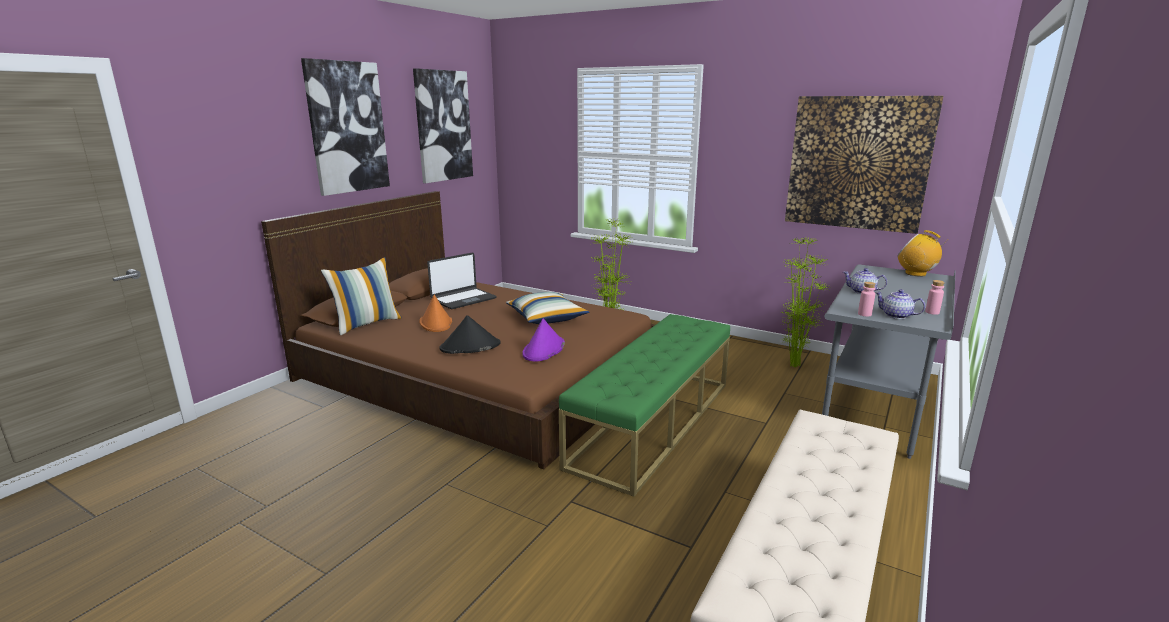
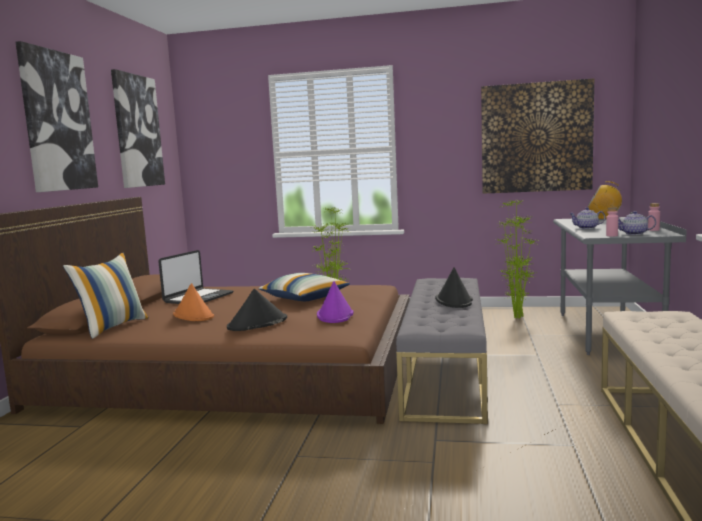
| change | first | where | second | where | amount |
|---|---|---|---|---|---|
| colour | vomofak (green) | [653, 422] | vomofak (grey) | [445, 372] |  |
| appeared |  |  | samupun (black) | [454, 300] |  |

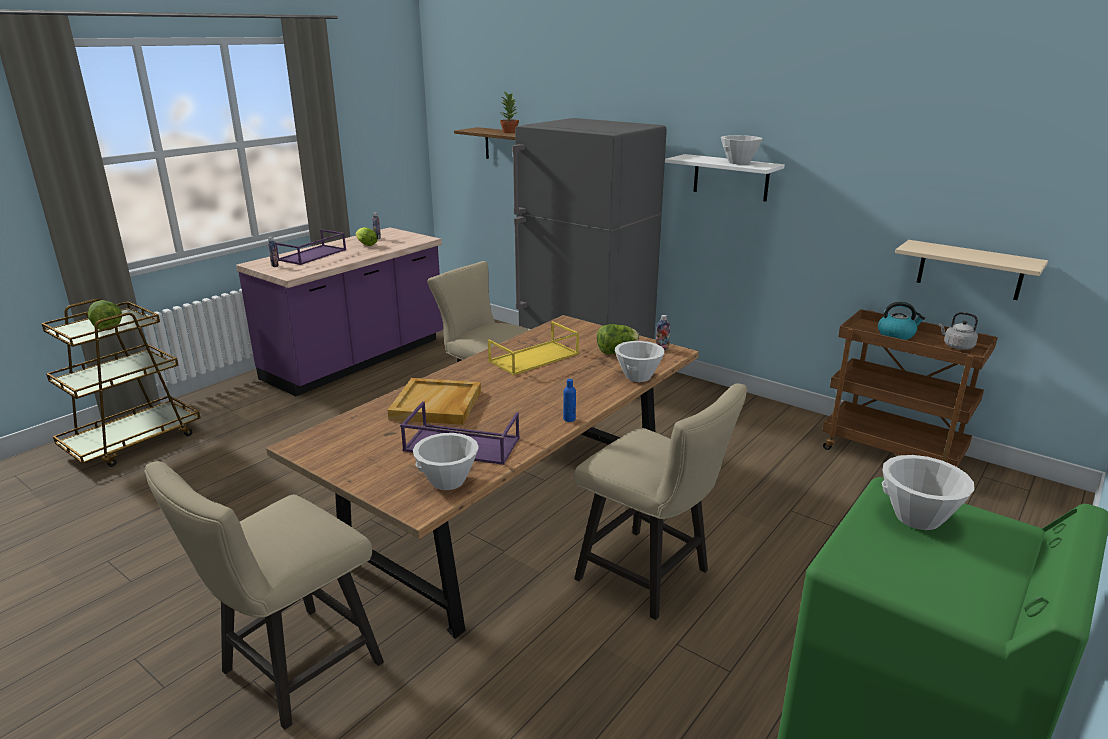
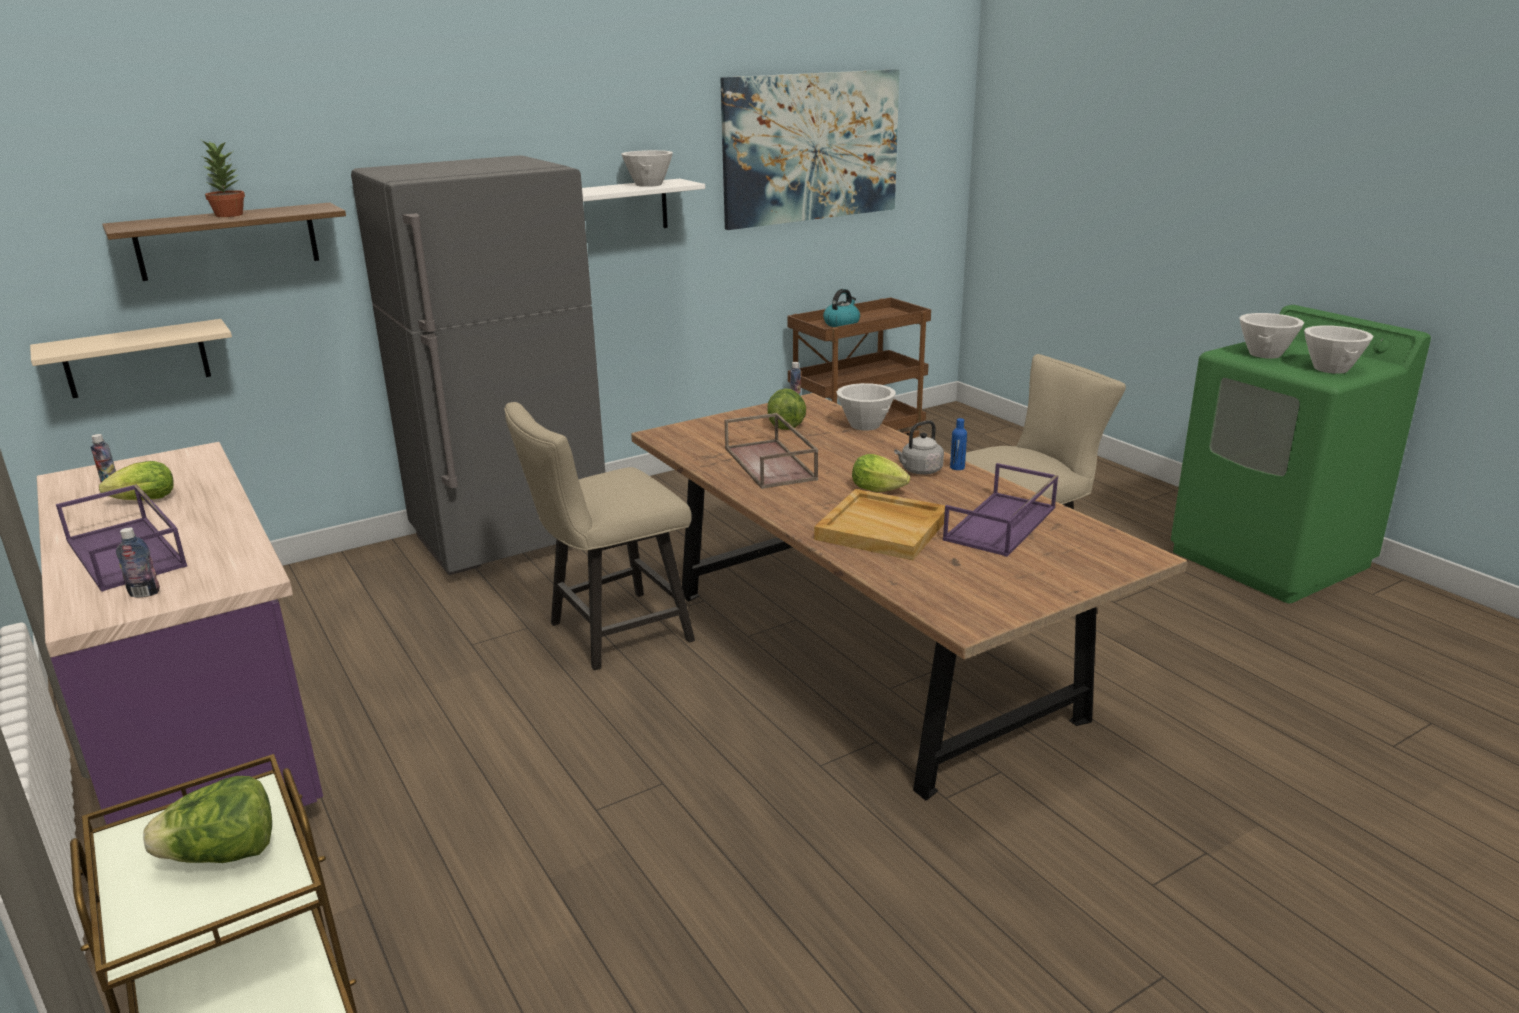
| change | first | where | second | where | amount |
|---|---|---|---|---|---|
| relocated | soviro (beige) | [970, 270] |  | [136, 359] |  |
| relocated | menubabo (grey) | [956, 346] |  | [919, 471] |  |
| colour | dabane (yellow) | [533, 358] | dabane (brown) | [771, 464] |  |
| relocated | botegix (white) | [447, 481] |  | [1330, 369] |  |
| missing | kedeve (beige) | [291, 672] |  |  |  |
| appeared |  |  | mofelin | [811, 147] |  |
| appeared |  |  | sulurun | [881, 491] |  |

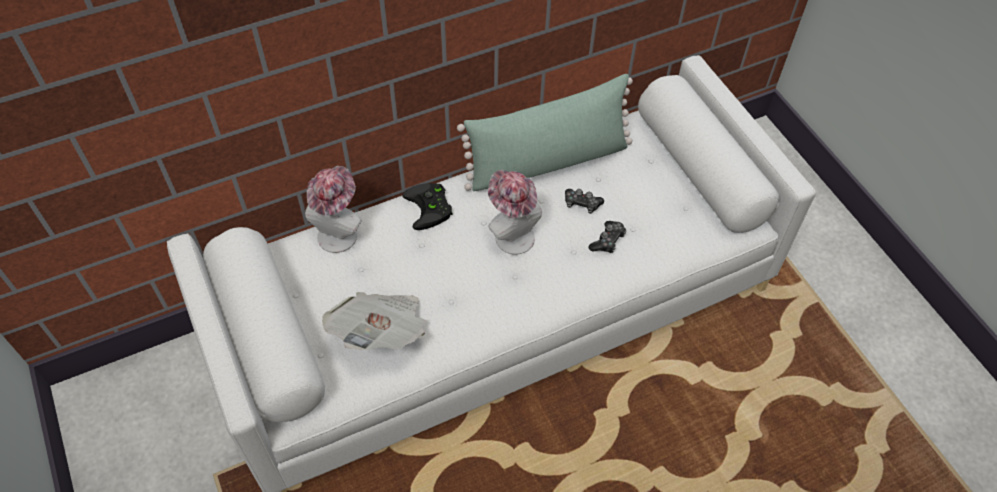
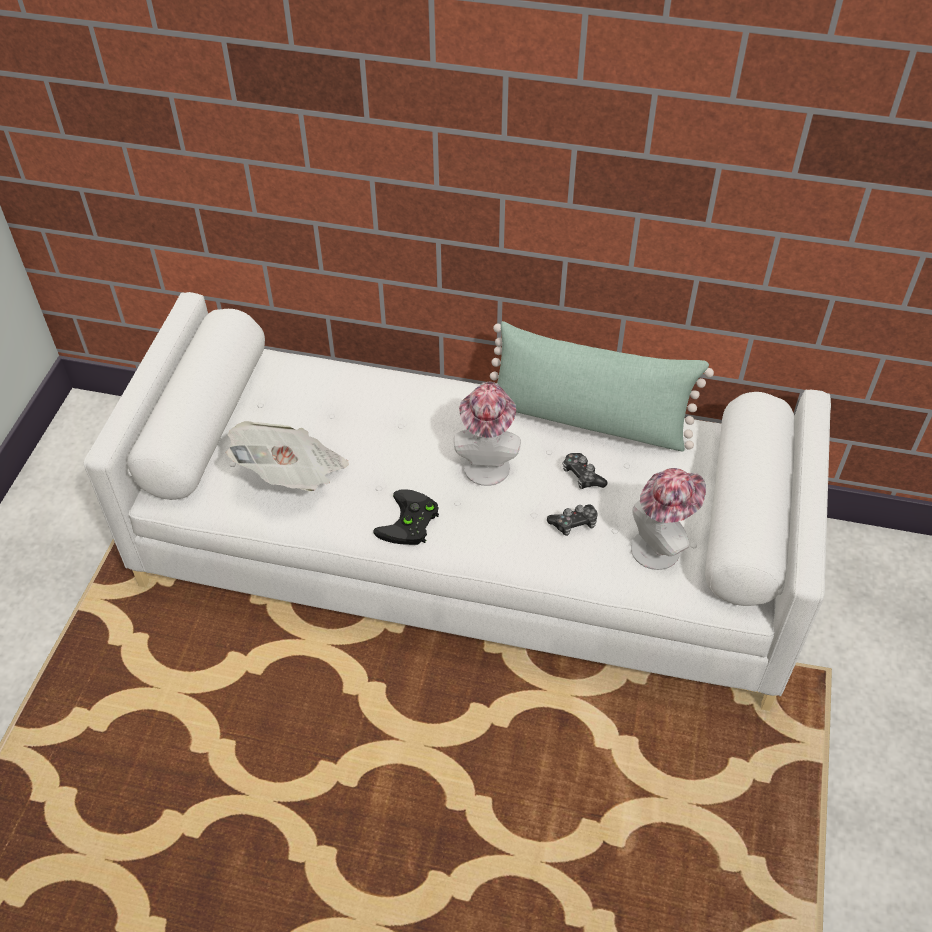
| change | first | where | second | where | amount |
|---|---|---|---|---|---|
| relocated | samupun | [339, 232] |  | [660, 546] |  |
| relocated | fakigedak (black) | [430, 209] |  | [409, 524] |  |

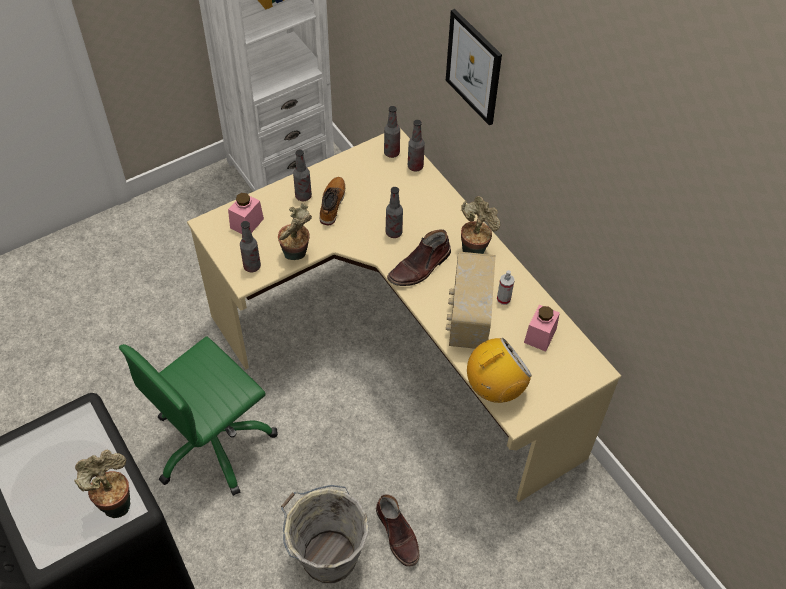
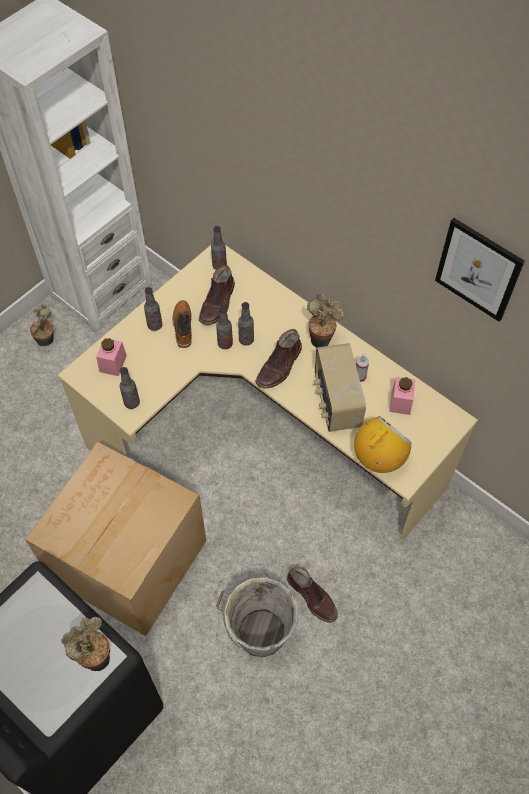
| change | first | where | second | where | amount |
|---|---|---|---|---|---|
| relocated | mofelin | [474, 67] |  | [478, 269] |  |
| relocated | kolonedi | [415, 166] |  | [225, 343] |  |
| relocated | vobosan | [296, 255] |  | [47, 342] |  |
| exchanged | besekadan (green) | [213, 443] | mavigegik | [127, 561] |  |
| appeared |  |  | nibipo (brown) | [218, 303] |  |

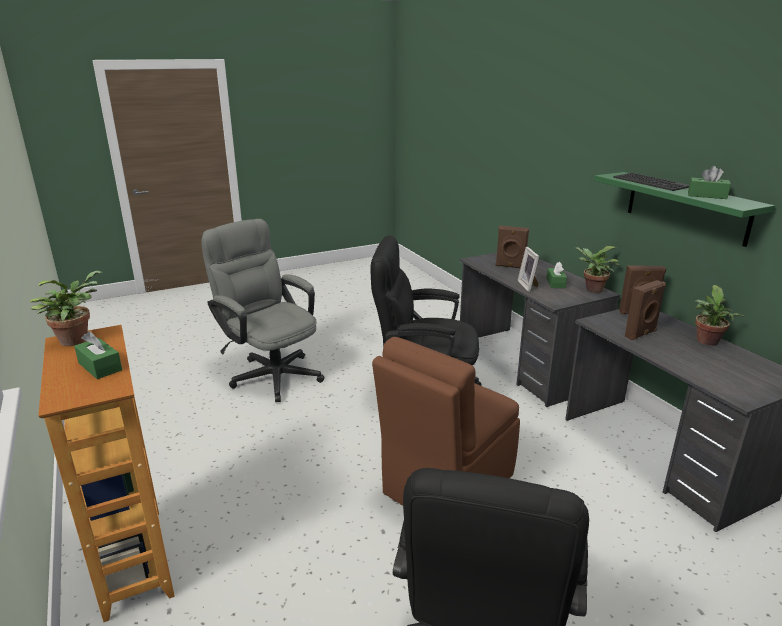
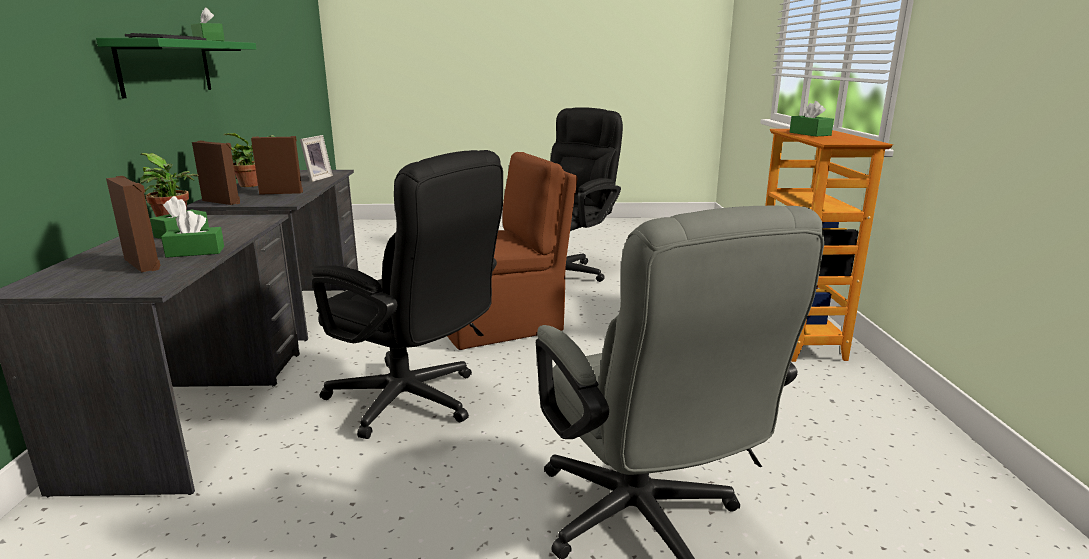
| change | first | where | second | where | amount |
|---|---|---|---|---|---|
| relocated | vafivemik | [529, 286] |  | [316, 179] |  |
| missing | vobosan | [77, 339] |  |  |  |
| appeared |  |  | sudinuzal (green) | [195, 252] |  |

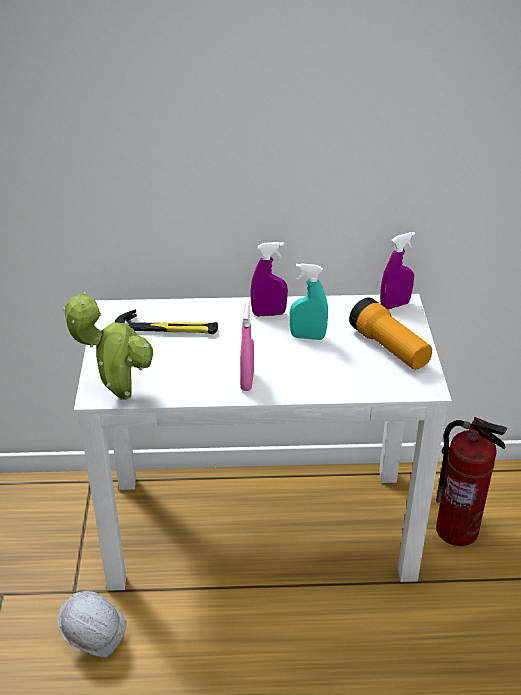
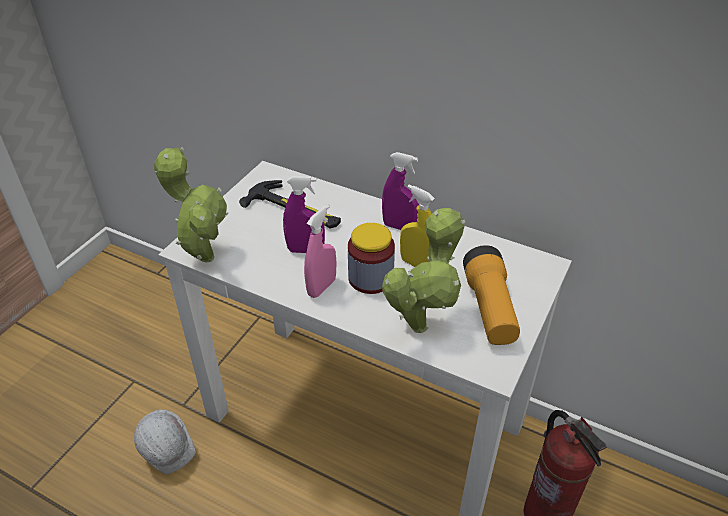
| change | first | where | second | where | amount |
|---|---|---|---|---|---|
| relocated | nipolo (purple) | [395, 305] |  | [305, 250] |  |
| colour | nipolo (turquoise) | [307, 337] | nipolo (yellow) | [416, 264] |  |
| appeared |  |  | vobosan | [421, 323] |  |
| appeared |  |  | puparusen | [370, 278] |  |

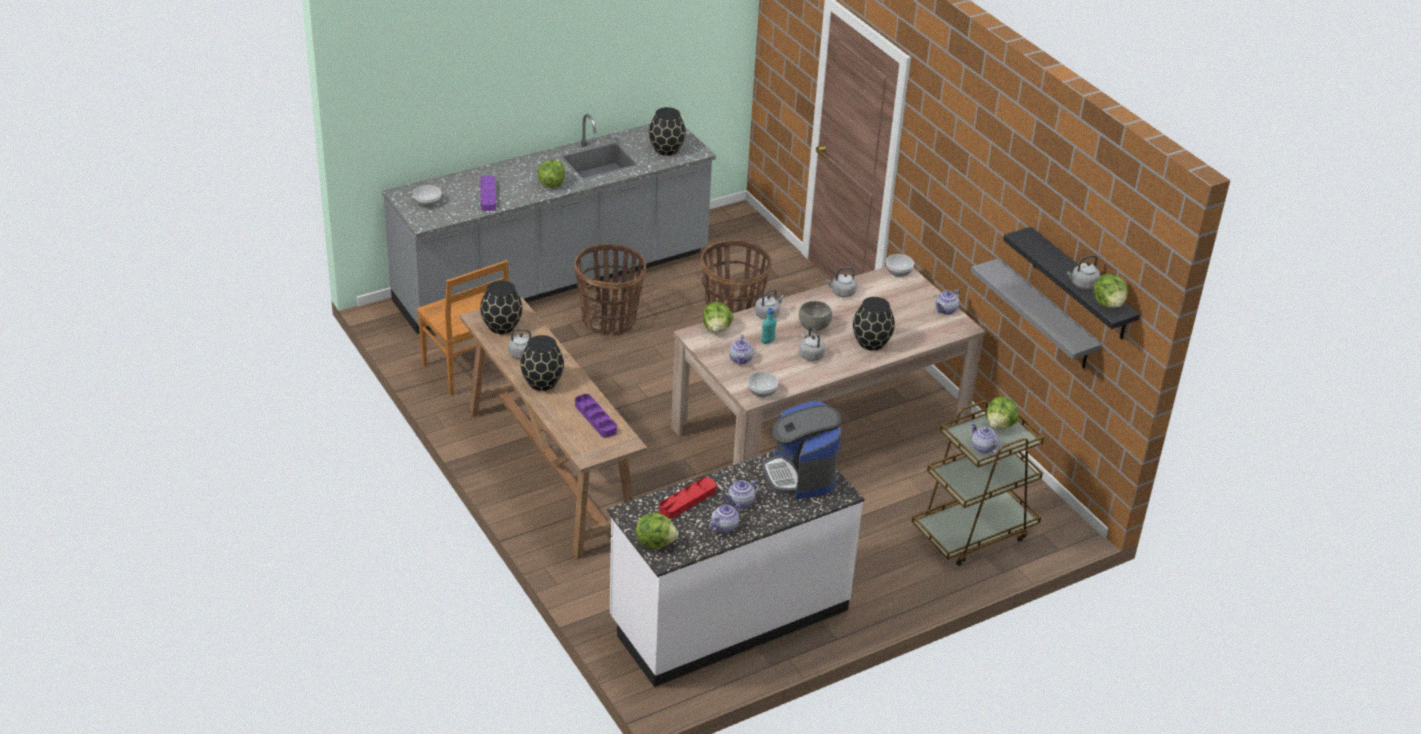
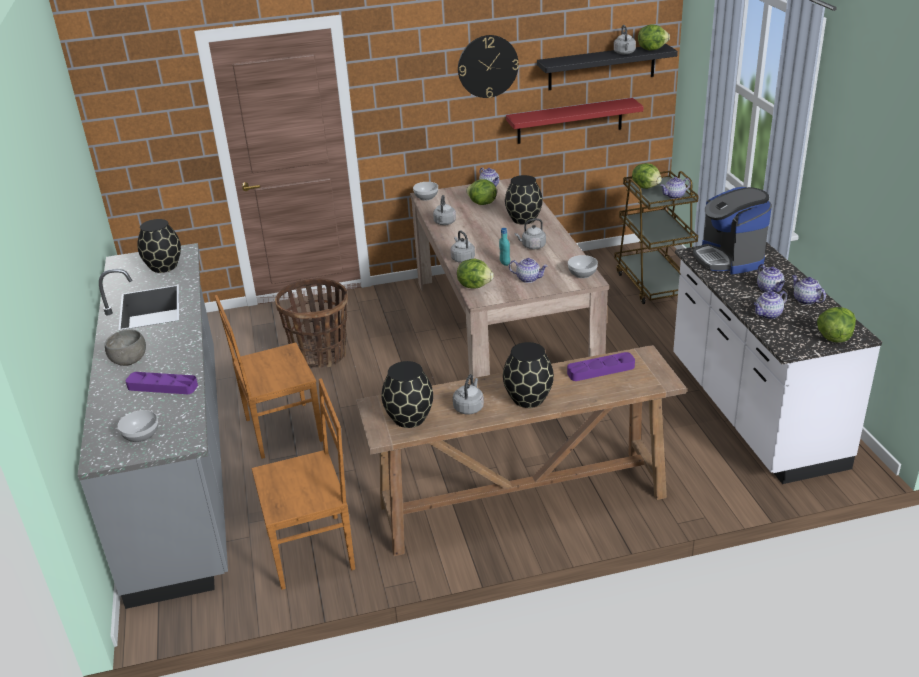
| change | first | where | second | where | amount |
|---|---|---|---|---|---|
| relocated | sulurun | [551, 184] |  | [481, 203] |  |
| exchanged | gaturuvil | [609, 320] | kedeve (brown) | [281, 430] |  |
| colour | soviro (grey) | [1044, 316] | soviro (red) | [570, 121] |  |
| relocated | botegix (grey) | [814, 327] |  | [129, 360] |  |
| spun | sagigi | [800, 475] |  | [729, 258] | 75 degrees clockwise |
| exchanged | dabane (red) | [687, 501] | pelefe | [768, 315] |  |
| appeared |  |  | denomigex | [487, 66] |  |

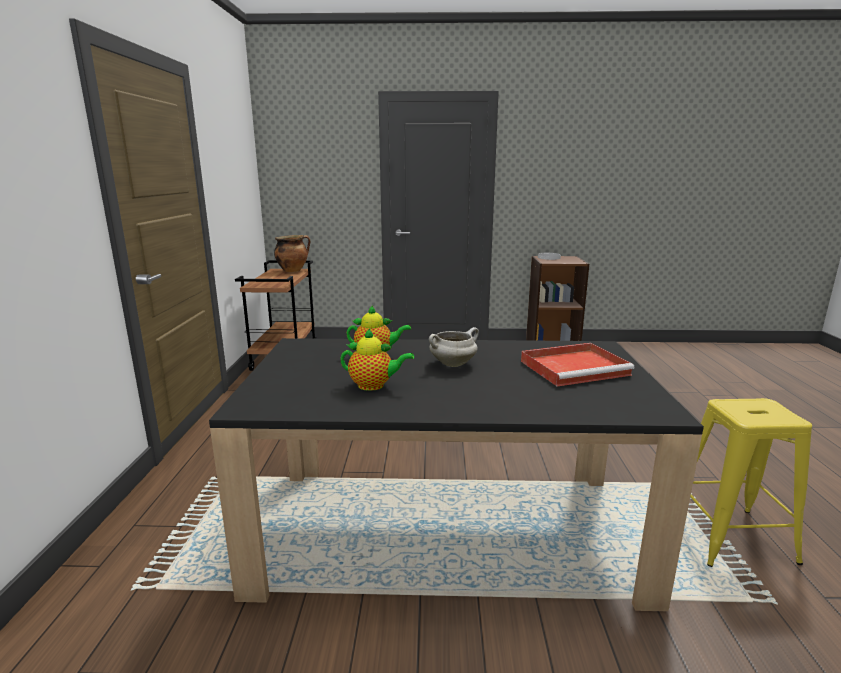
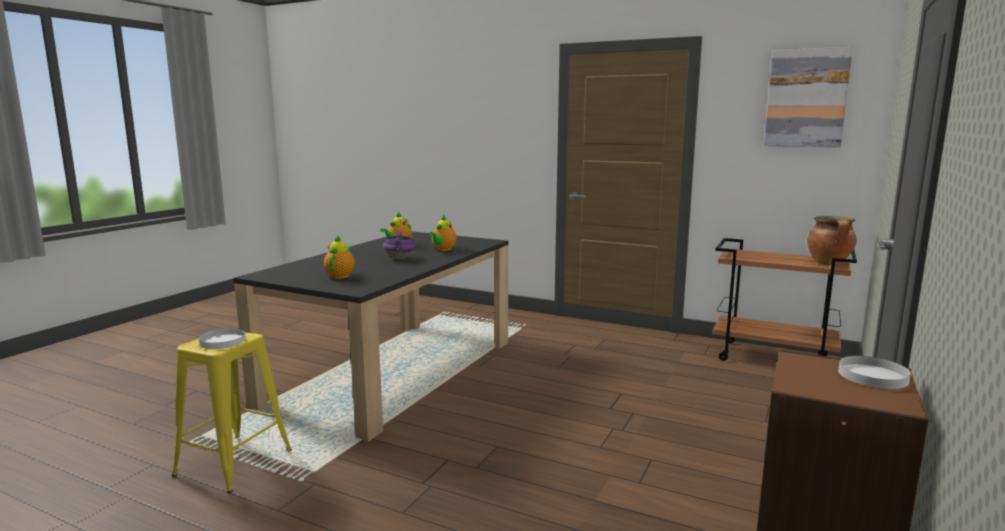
| change | first | where | second | where | amount |
|---|---|---|---|---|---|
| colour | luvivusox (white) | [453, 364] | luvivusox (purple) | [400, 258] |  |
| exchanged | dabane (red) | [575, 367] | pelefe | [341, 276] |  |
| appeared |  |  | mofelin | [806, 98] |  |
| appeared |  |  | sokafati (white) | [222, 341] |  |

